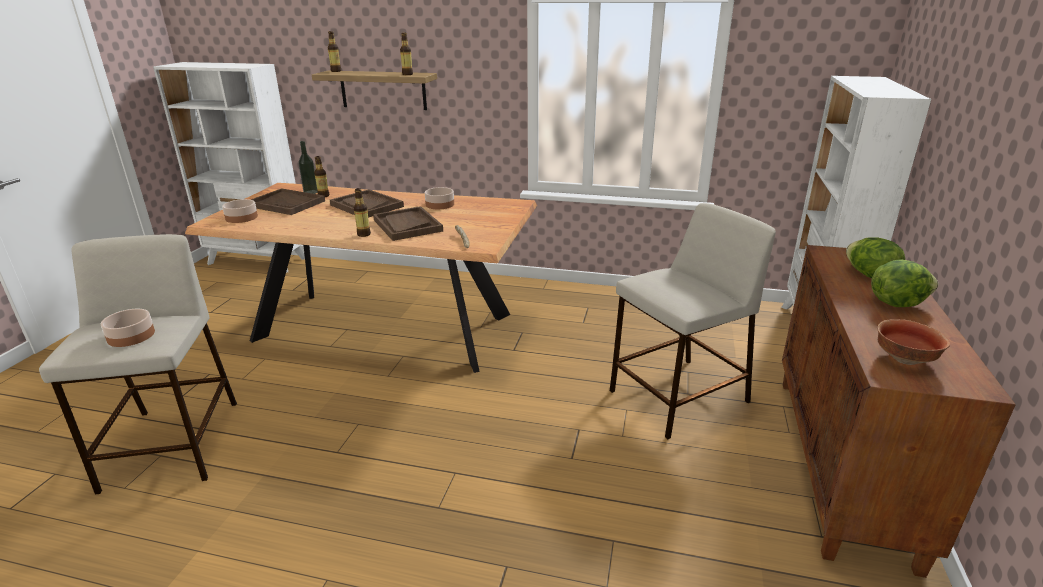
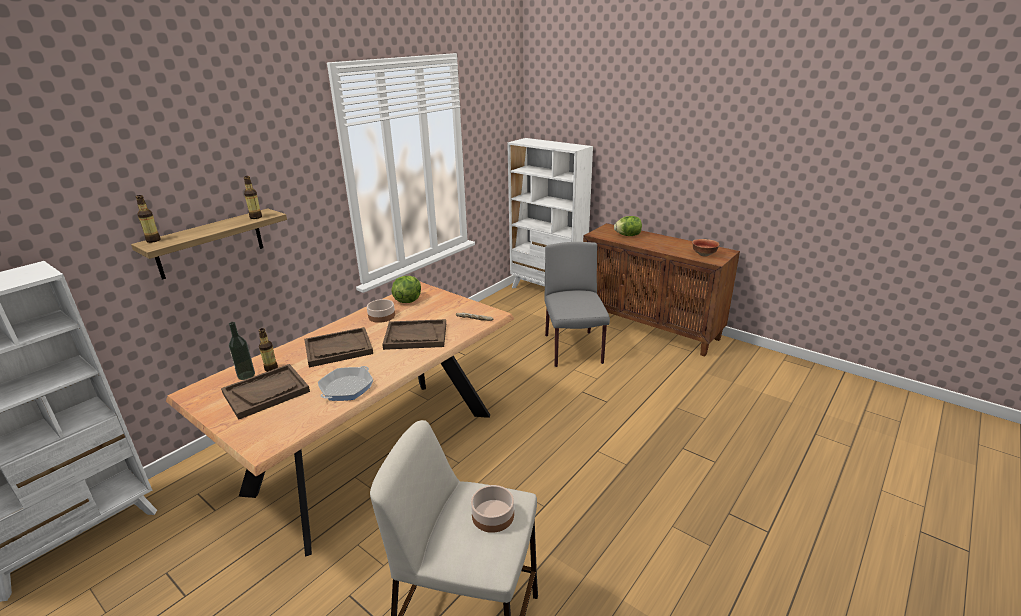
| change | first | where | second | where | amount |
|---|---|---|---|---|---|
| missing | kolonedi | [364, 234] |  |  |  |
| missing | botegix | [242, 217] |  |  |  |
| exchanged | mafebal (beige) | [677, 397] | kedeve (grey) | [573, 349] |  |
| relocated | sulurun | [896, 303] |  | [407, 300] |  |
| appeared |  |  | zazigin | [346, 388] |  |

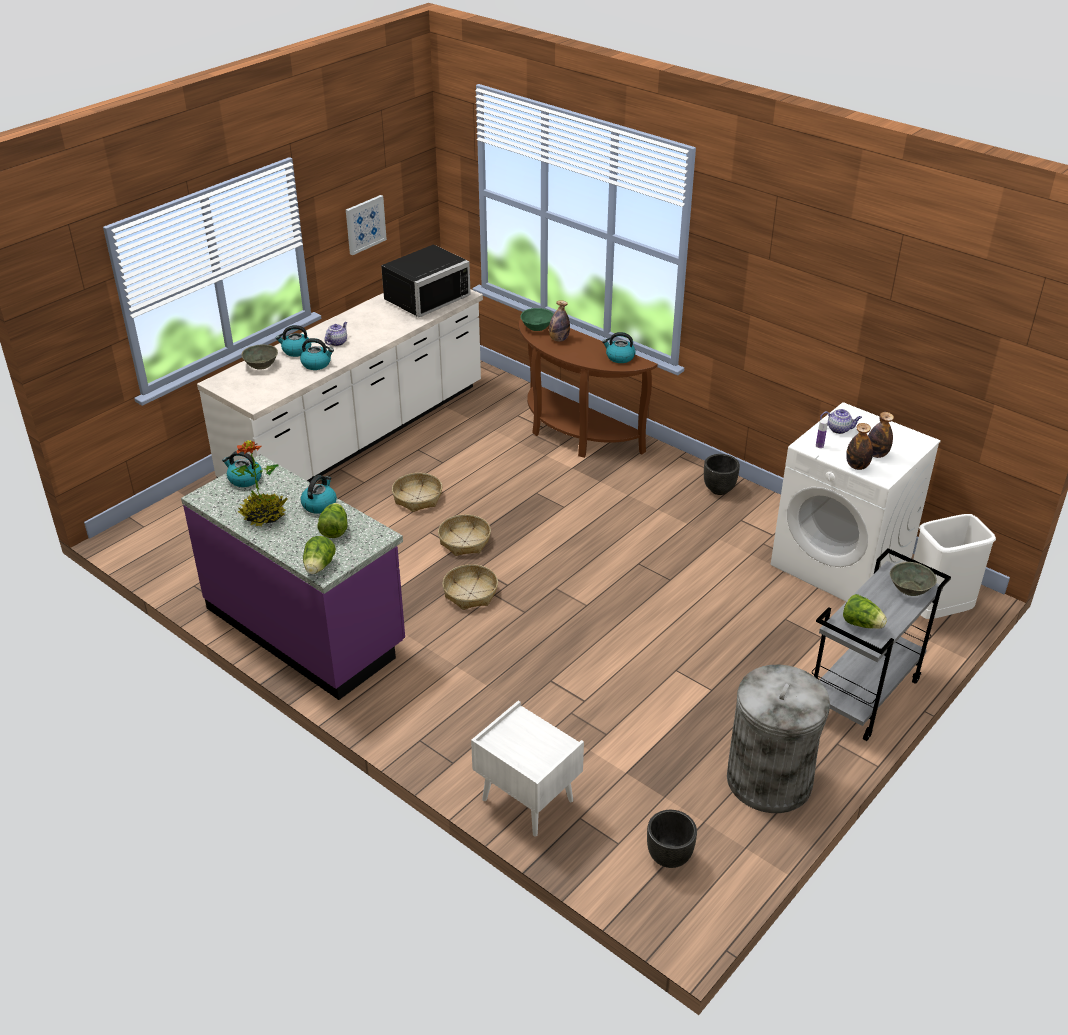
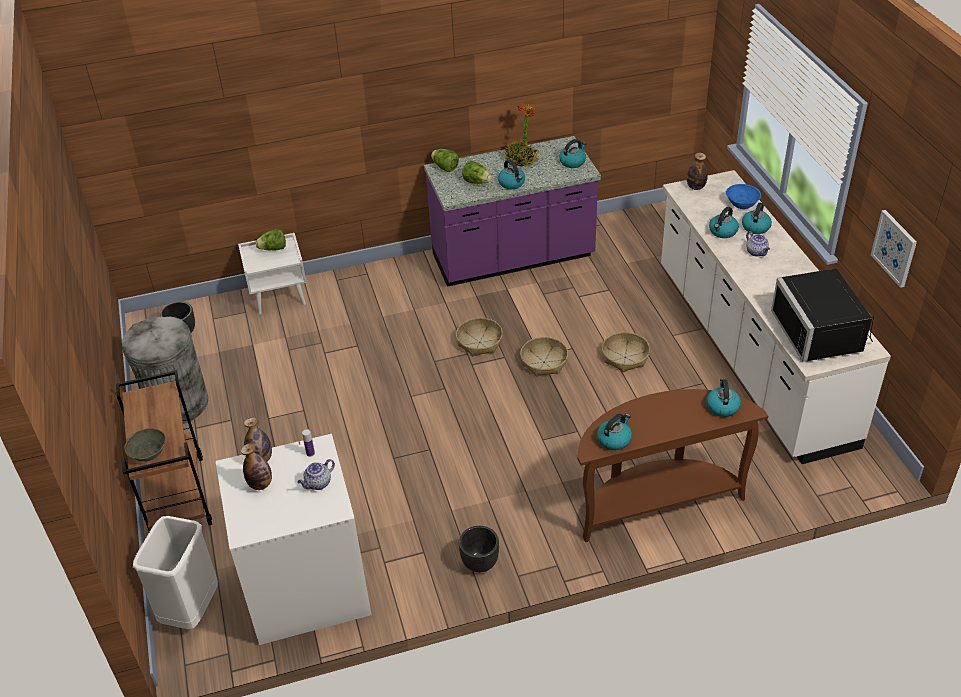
| change | first | where | second | where | amount |
|---|---|---|---|---|---|
| relocated | kolonedi | [559, 339] |  | [695, 187] |  |
| exchanged | botegix (green) | [537, 327] | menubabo | [722, 406] |  |
| colour | botegix (grey) | [262, 365] | botegix (blue) | [741, 204] |  |
| colour | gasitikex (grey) | [863, 696] | gasitikex (brown) | [176, 496] |  |
| relocated | sulurun | [861, 624] |  | [273, 249] |  |

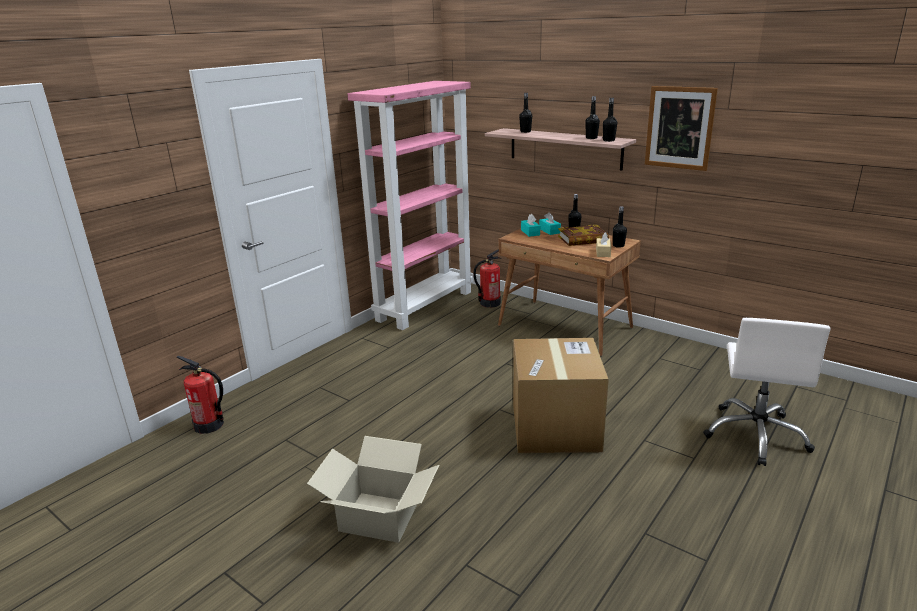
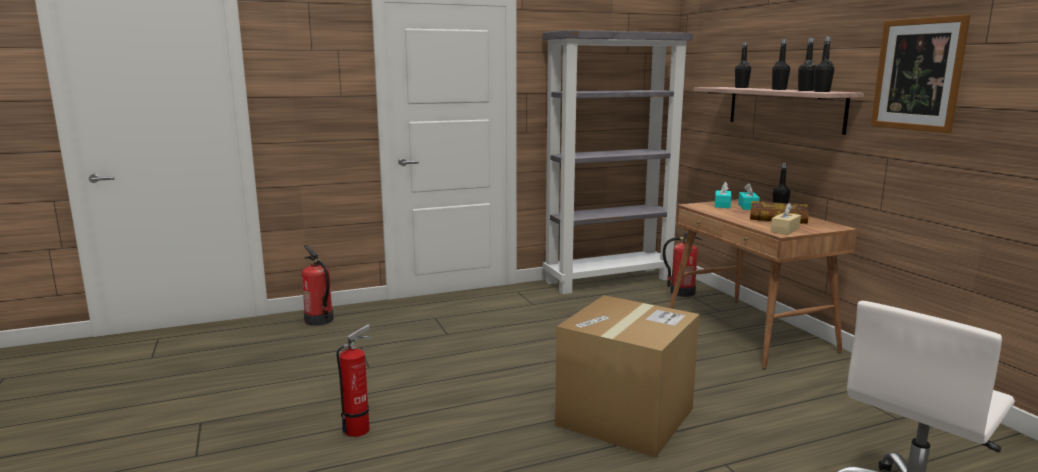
| change | first | where | second | where | amount |
|---|---|---|---|---|---|
| colour | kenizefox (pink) | [425, 305] | kenizefox (grey) | [609, 280] |  |
| relocated | kolonedi (black) | [618, 245] |  | [779, 89] |  |
| exchanged | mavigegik | [379, 516] | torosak | [360, 429] |  |

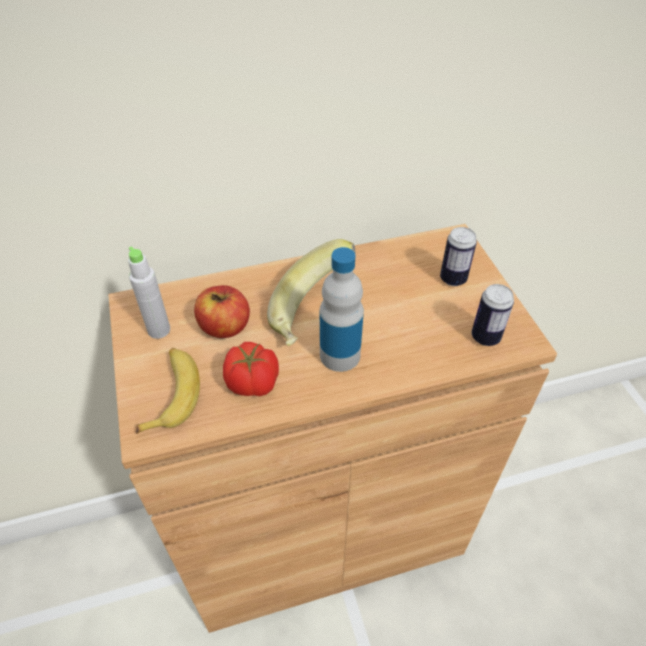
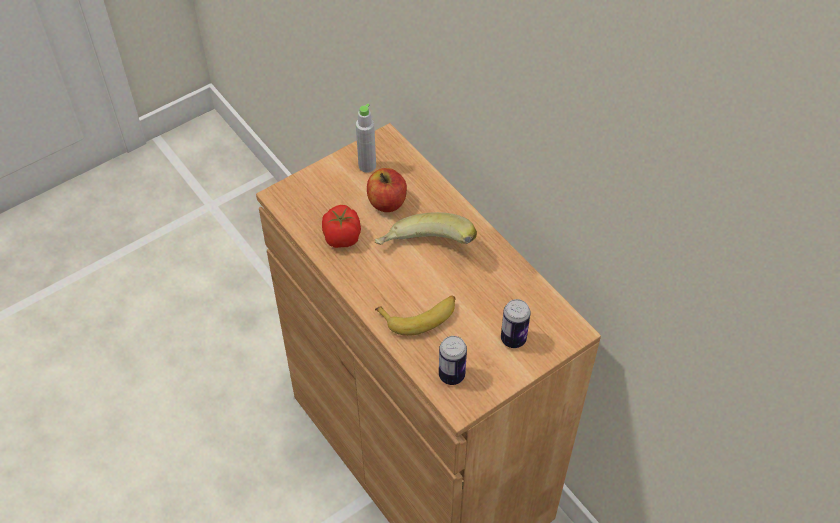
| change | first | where | second | where | amount |
|---|---|---|---|---|---|
| missing | kolonedi | [340, 355] |  |  |  |
| relocated | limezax | [172, 393] |  | [420, 316] |  |

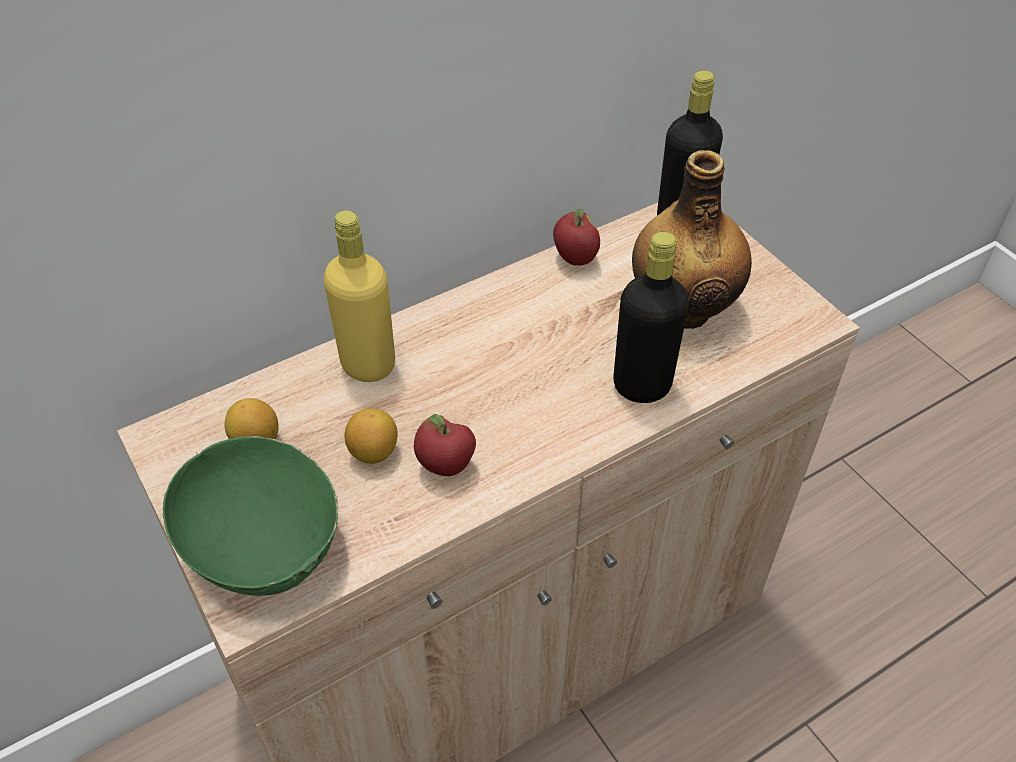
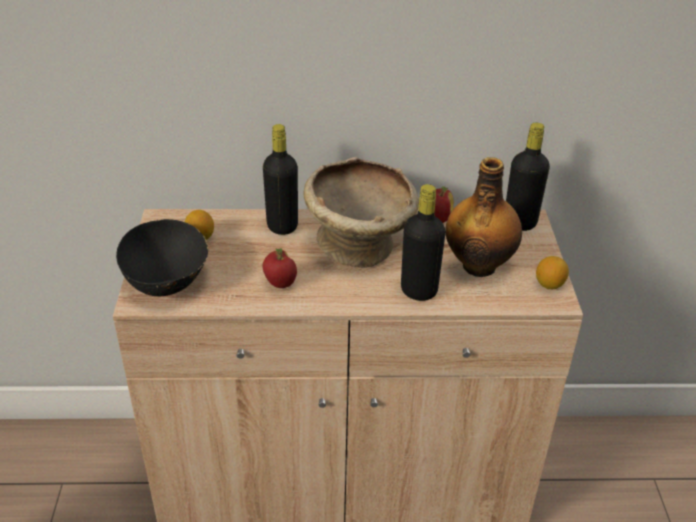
| change | first | where | second | where | amount |
|---|---|---|---|---|---|
| colour | kolonedi (yellow) | [368, 364] | kolonedi (black) | [282, 226] |  |
| relocated | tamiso | [373, 452] |  | [549, 284] |  |
| colour | botegix (green) | [265, 545] | botegix (black) | [167, 280] |  |
| appeared |  |  | botegix (beige) | [360, 245] |  |

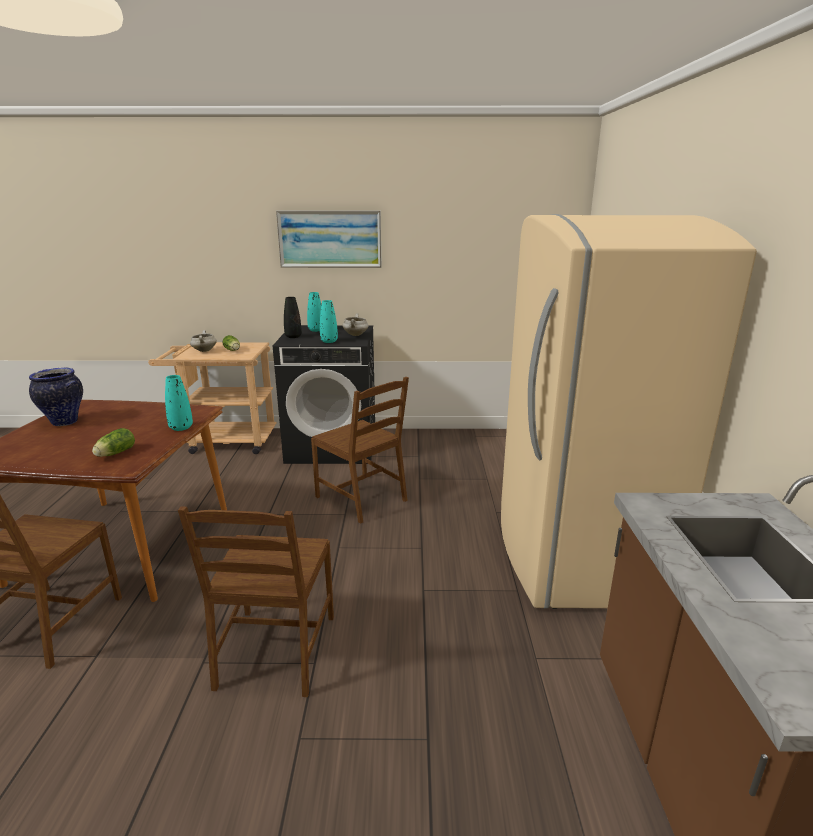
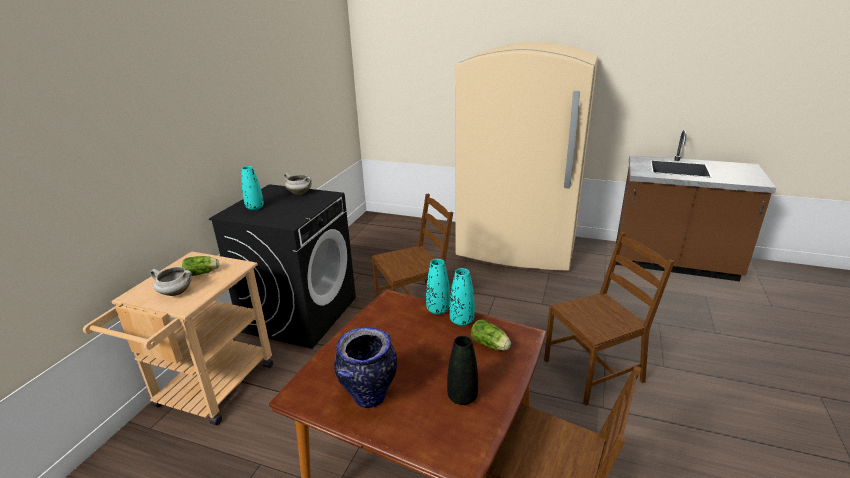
| change | first | where | second | where | amount |
|---|---|---|---|---|---|
| missing | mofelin | [330, 239] |  |  |  |
| relocated | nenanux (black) | [293, 336] |  | [462, 397] |  |
| relocated | nenanux (turquoise) | [329, 341] |  | [461, 321] |  |
| spun | kedeve (brown) | [276, 651] |  | [594, 371] | 45 degrees counterclockwise |

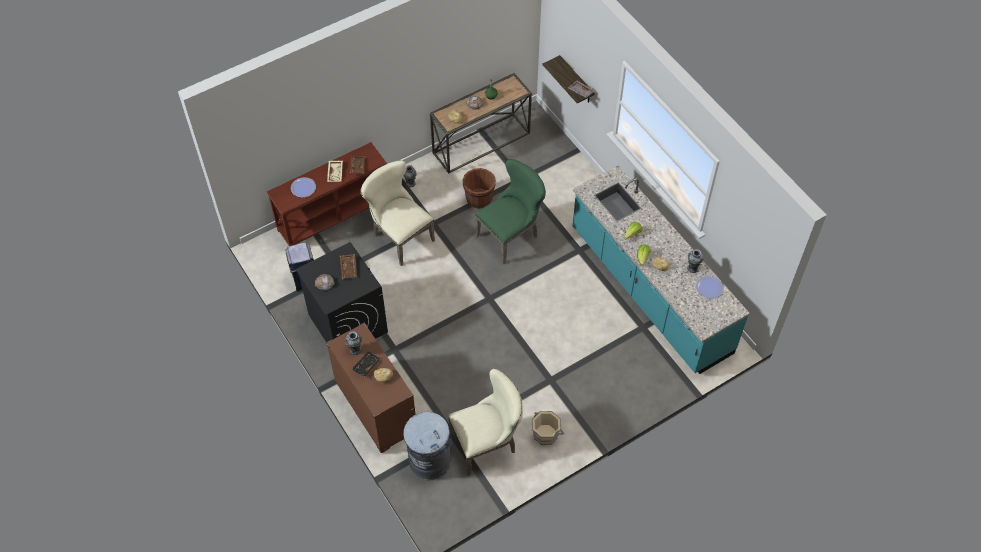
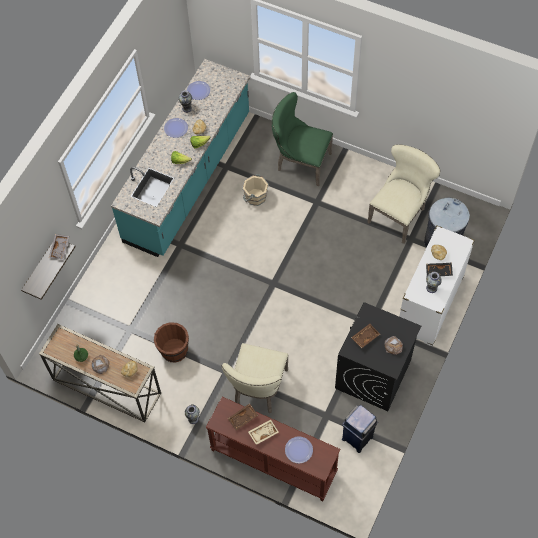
| change | first | where | second | where | amount |
|---|---|---|---|---|---|
| relocated | kedeve (green) | [511, 235] |  | [300, 162] |  |
| colour | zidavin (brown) | [376, 408] | zidavin (white) | [430, 304] |  |
| spun | kedeve (beige) | [487, 443] |  | [399, 214] | 90 degrees clockwise |
| relocated | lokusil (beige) | [545, 434] |  | [255, 197] |  |
| appeared |  |  | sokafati | [176, 128] |  |

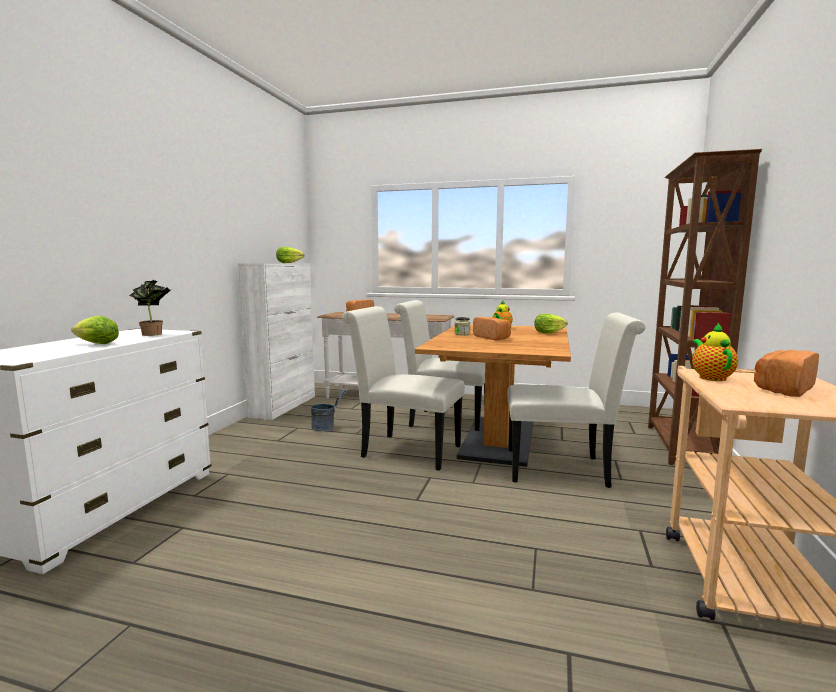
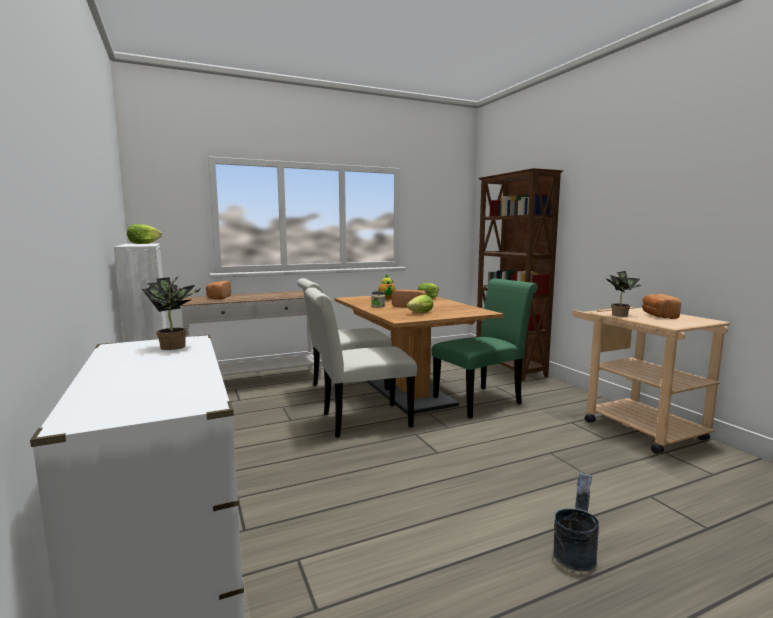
| change | first | where | second | where | amount |
|---|---|---|---|---|---|
| colour | kedeve (white) | [564, 470] | kedeve (green) | [482, 401] |  |
| relocated | sulurun | [95, 344] |  | [419, 313] |  |
| exchanged | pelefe | [711, 377] | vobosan | [620, 315] |  |
| relocated | lokusil (grey) | [327, 427] |  | [575, 553] |  |

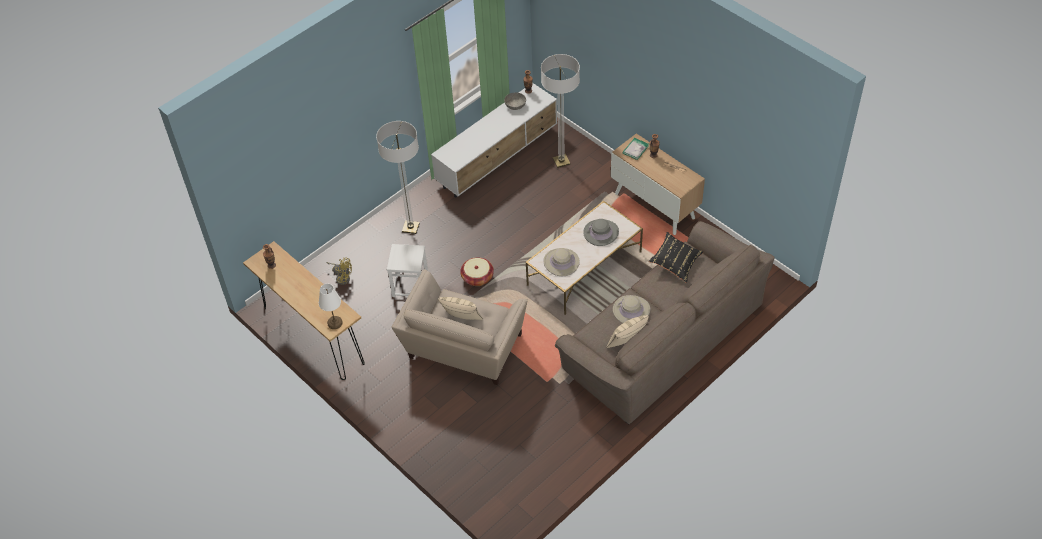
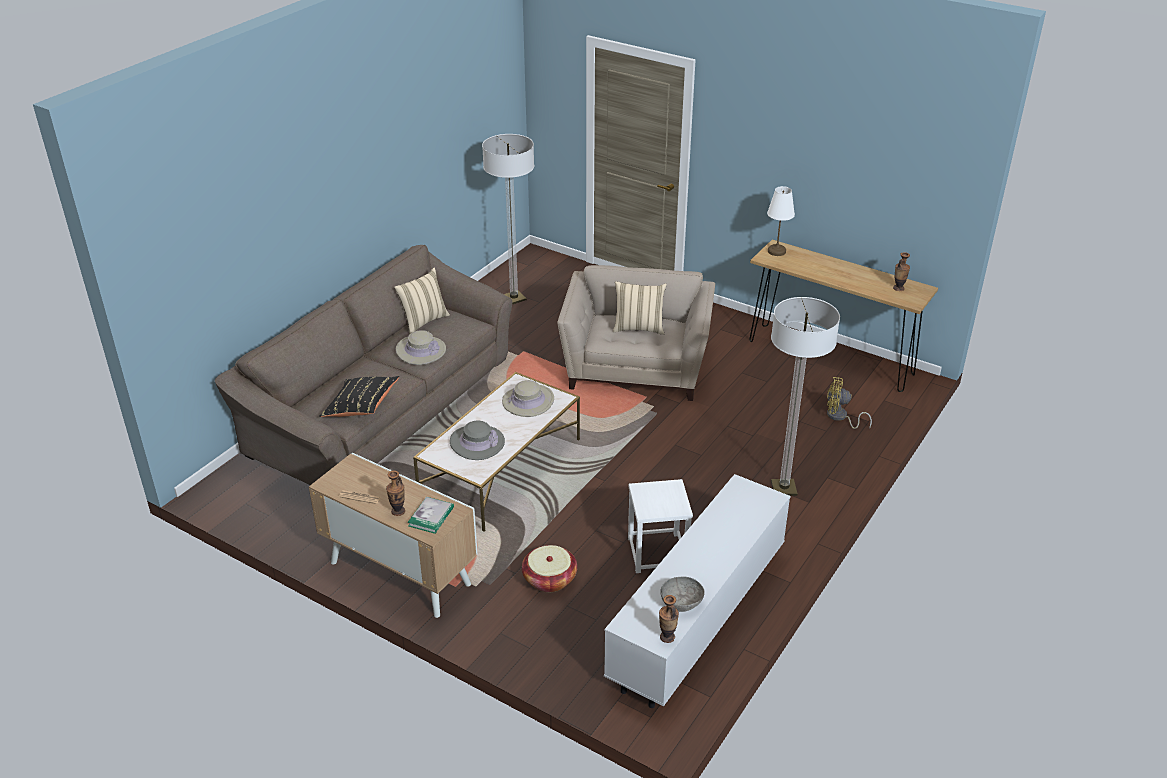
| change | first | where | second | where | amount |
|---|---|---|---|---|---|
| relocated | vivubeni | [561, 161] |  | [514, 298] |  |
| relocated | mafebal (white) | [410, 285] |  | [657, 553] |  |
| relocated | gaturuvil | [477, 277] |  | [549, 579] |  |

